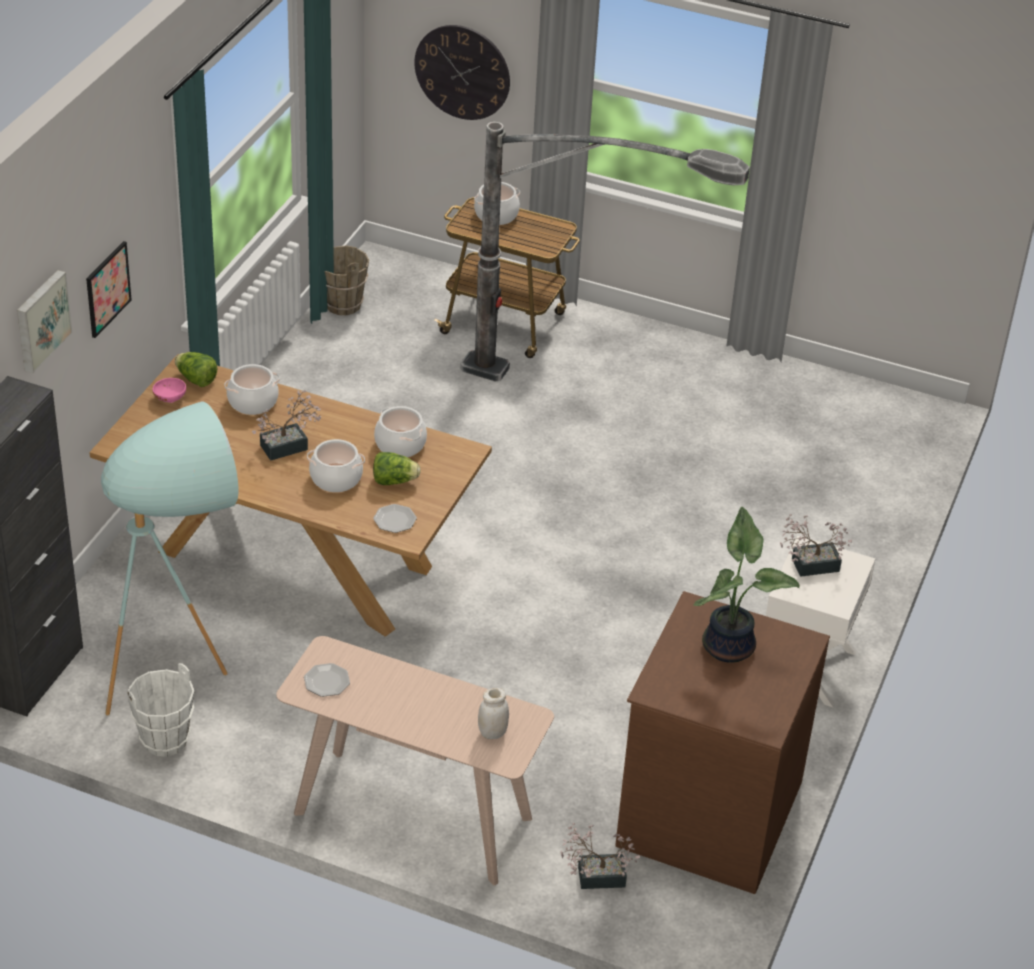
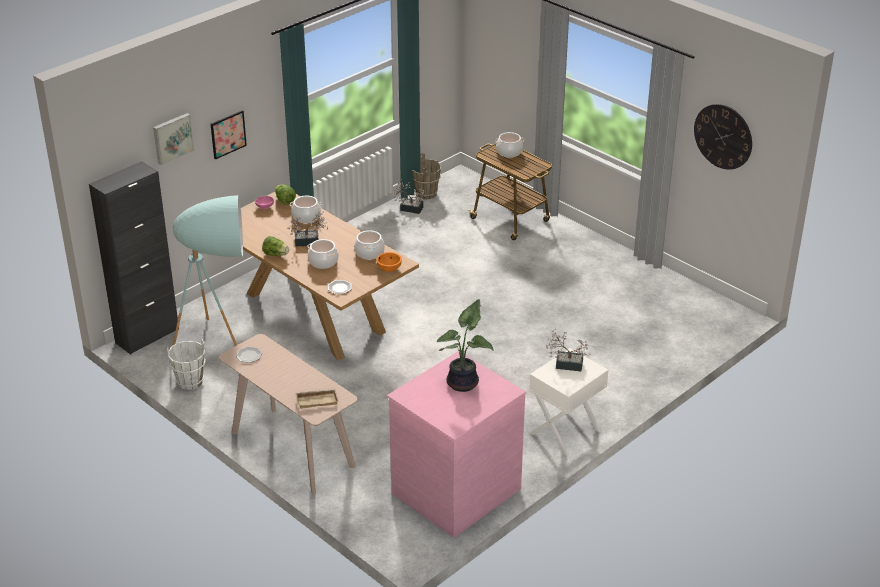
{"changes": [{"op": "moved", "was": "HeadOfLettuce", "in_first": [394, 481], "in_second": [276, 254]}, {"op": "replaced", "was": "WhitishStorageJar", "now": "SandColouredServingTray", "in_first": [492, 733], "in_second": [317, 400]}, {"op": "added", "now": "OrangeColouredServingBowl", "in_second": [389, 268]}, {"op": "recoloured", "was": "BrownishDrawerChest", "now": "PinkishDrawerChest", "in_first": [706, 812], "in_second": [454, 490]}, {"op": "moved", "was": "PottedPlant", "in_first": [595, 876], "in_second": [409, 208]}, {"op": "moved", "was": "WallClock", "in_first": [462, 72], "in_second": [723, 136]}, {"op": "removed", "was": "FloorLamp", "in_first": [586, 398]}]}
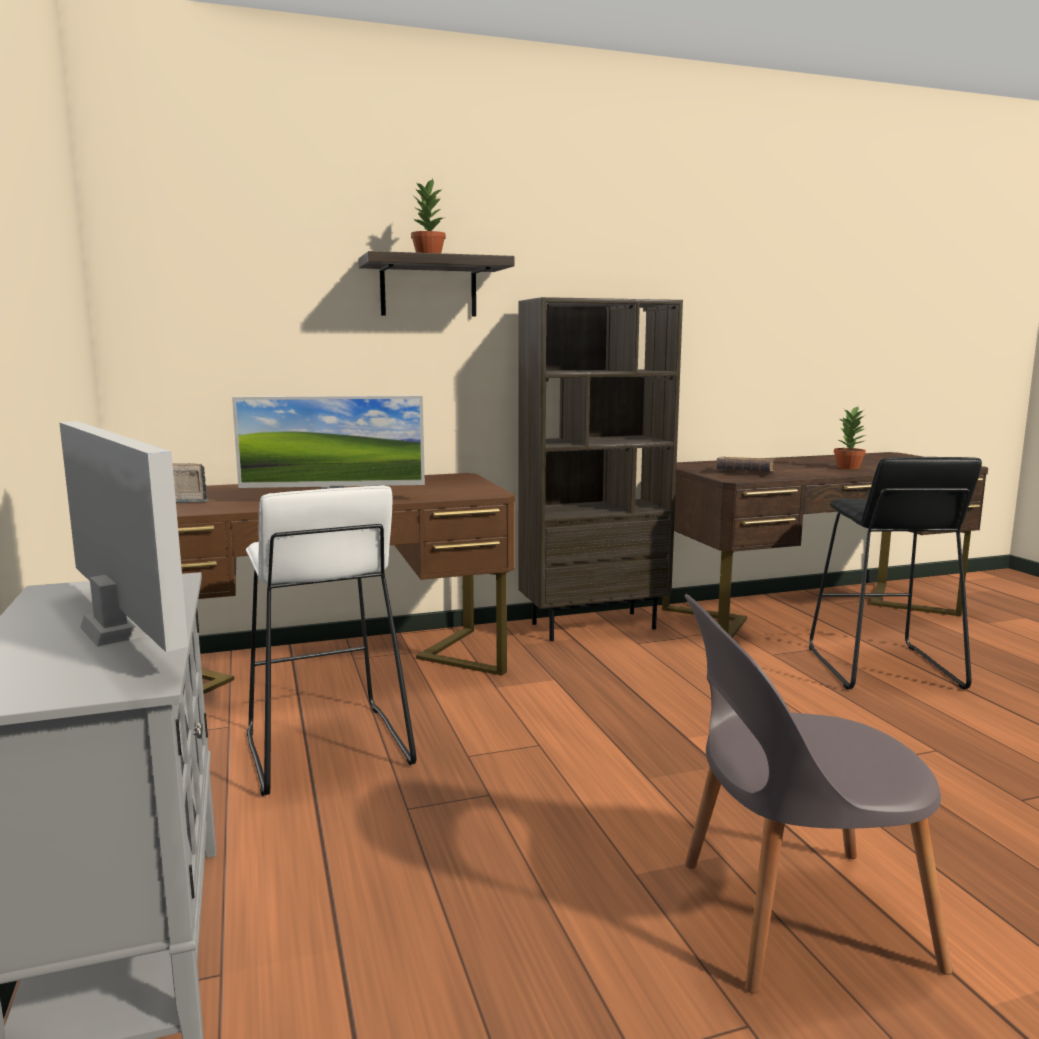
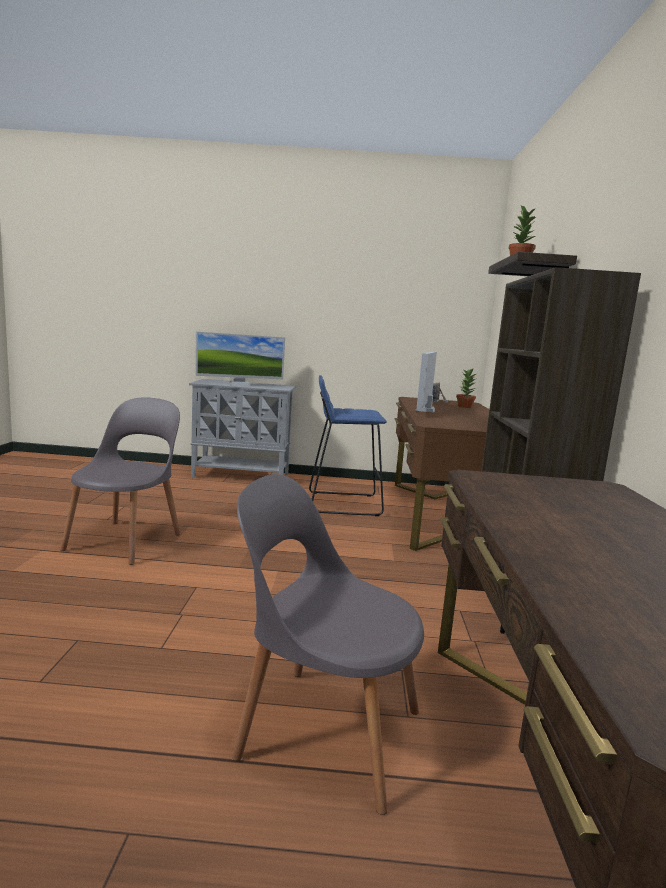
{"changes": [{"op": "replaced", "was": "BlackColouredSittingStool", "now": "GreyishPlainChair", "in_first": [881, 668], "in_second": [323, 729]}, {"op": "recoloured", "was": "WhitishSittingStool", "now": "BlueSittingStool", "in_first": [325, 749], "in_second": [343, 503]}, {"op": "moved", "was": "PottedPlant", "in_first": [849, 467], "in_second": [464, 407]}, {"op": "removed", "was": "BrownishBoundBook", "in_first": [745, 472]}]}
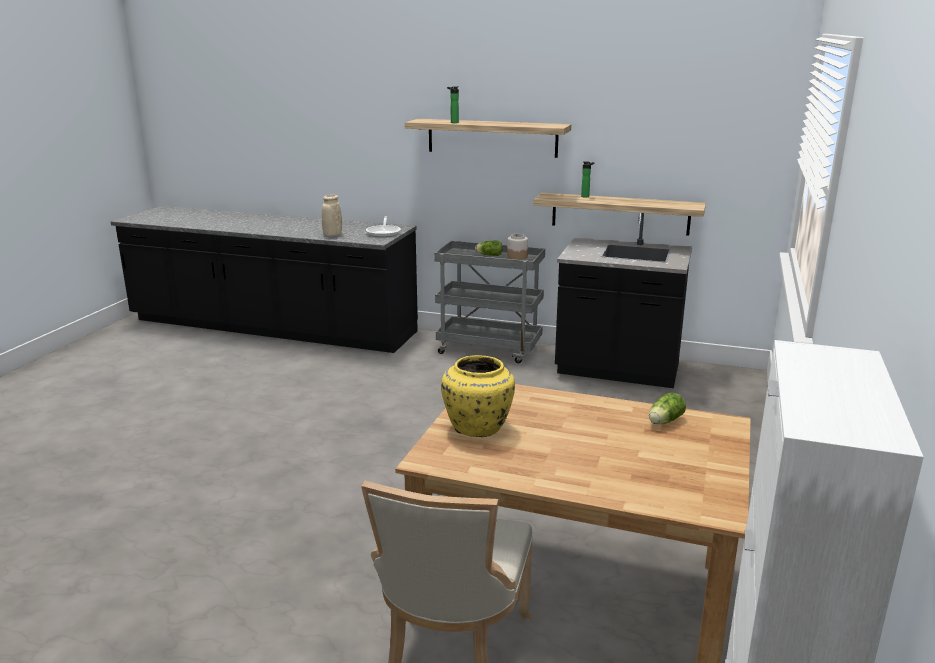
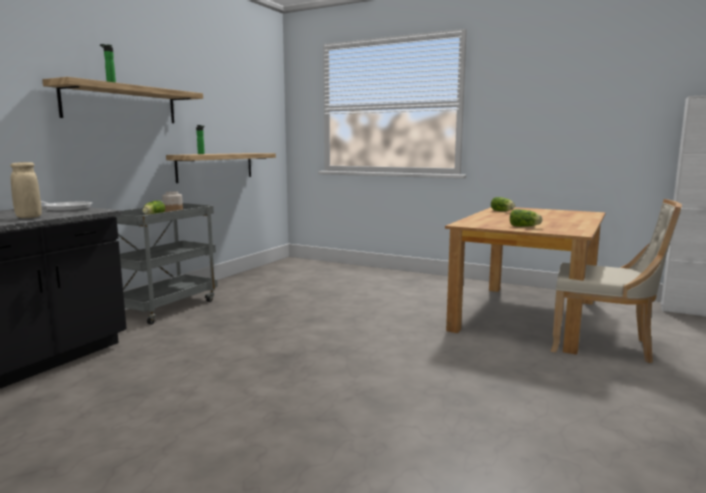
{"changes": [{"op": "replaced", "was": "YellowFlowerVase", "now": "HeadOfLettuce", "in_first": [478, 428], "in_second": [525, 226]}, {"op": "removed", "was": "BlackColouredCounter", "in_first": [617, 371]}]}
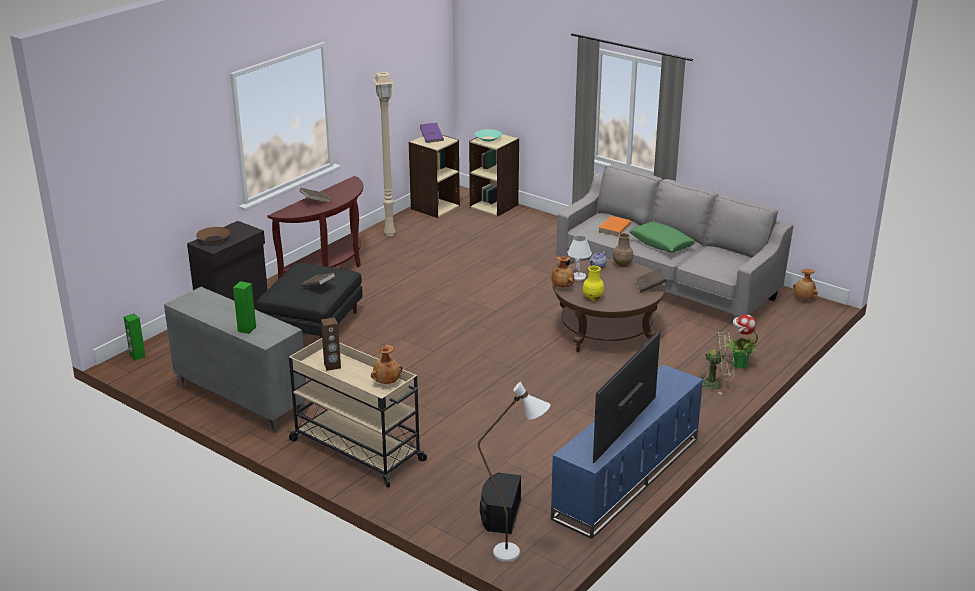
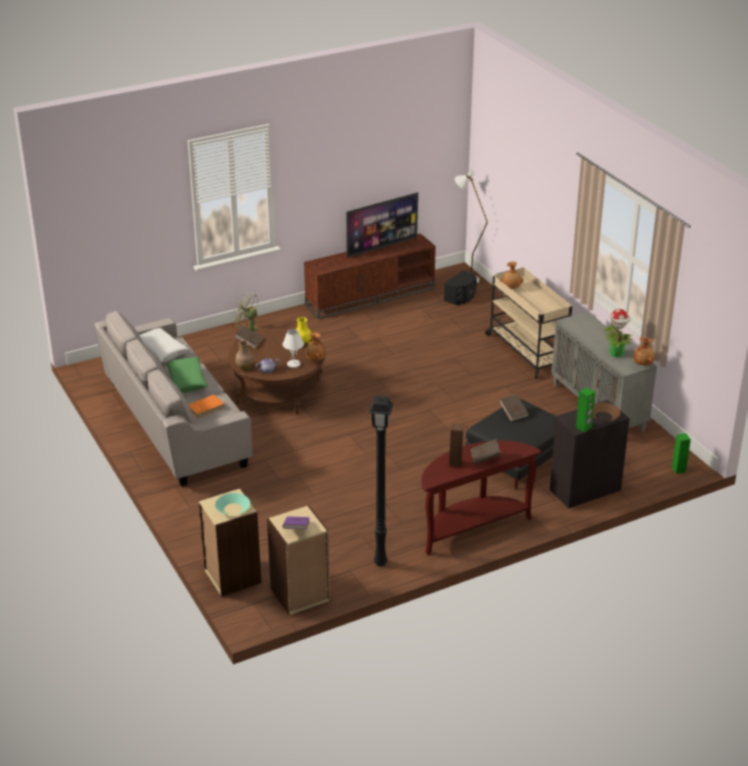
{"changes": [{"op": "added", "now": "WhitishThrowPillow", "in_second": [161, 350]}, {"op": "recoloured", "was": "BlueMediaConsole", "now": "BrownishMediaConsole", "in_first": [627, 479], "in_second": [370, 296]}, {"op": "recoloured", "was": "SandColouredFloorLamp", "now": "BlackColouredFloorLamp", "in_first": [390, 233], "in_second": [379, 563]}, {"op": "moved", "was": "BrownishLoudspeaker", "in_first": [332, 366], "in_second": [455, 463]}, {"op": "moved", "was": "GreenColouredLoudspeaker", "in_first": [246, 329], "in_second": [583, 427]}, {"op": "moved", "was": "PottedPlant", "in_first": [739, 364], "in_second": [616, 353]}, {"op": "moved", "was": "BrownishFlowerVase", "in_first": [803, 298], "in_second": [643, 364]}]}
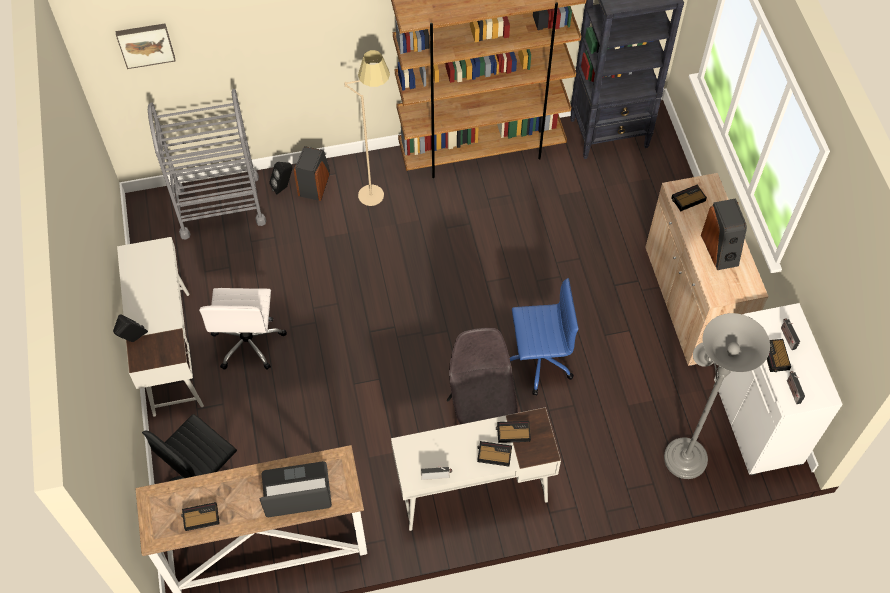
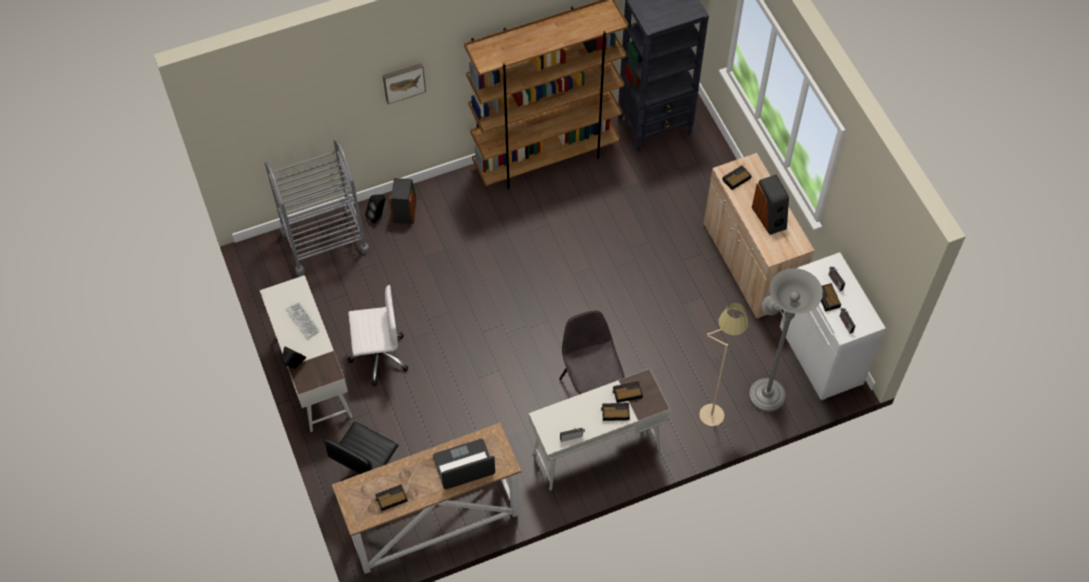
{"changes": [{"op": "added", "now": "Keyboard", "in_second": [303, 320]}, {"op": "turned", "was": "WhitishDeskChair", "in_first": [248, 342], "in_second": [378, 356], "clockwise": -90}, {"op": "moved", "was": "WallPicture", "in_first": [145, 44], "in_second": [403, 82]}, {"op": "moved", "was": "SandColouredFloorLamp", "in_first": [376, 186], "in_second": [713, 405]}, {"op": "removed", "was": "BlueDeskChair", "in_first": [537, 361]}]}
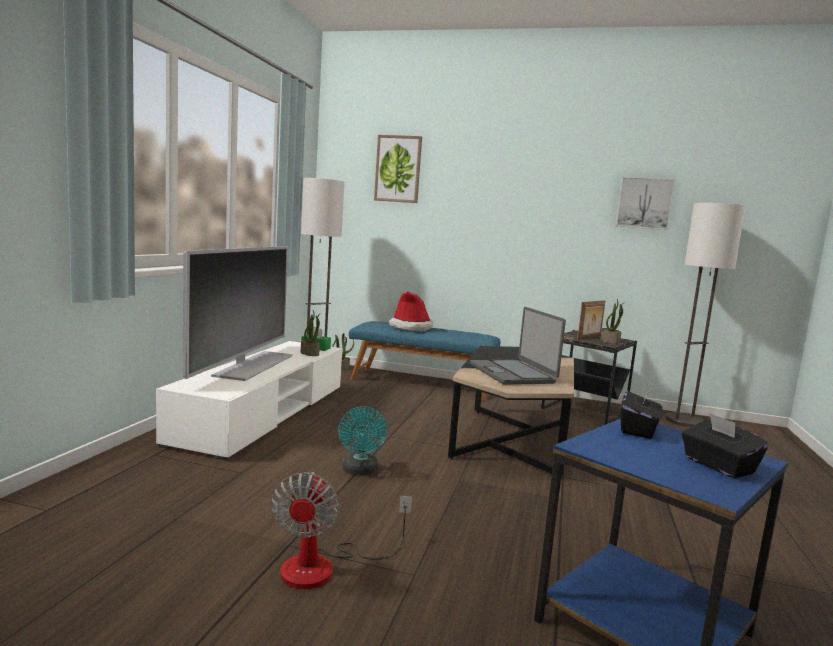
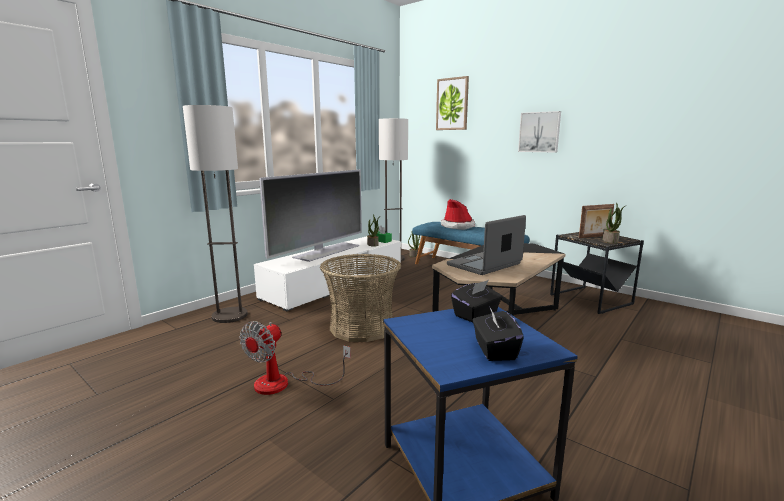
{"changes": [{"op": "moved", "was": "FloorLamp", "in_first": [684, 421], "in_second": [230, 316]}, {"op": "replaced", "was": "BlueGreenFan", "now": "HouseholdBasket", "in_first": [360, 471], "in_second": [362, 327]}, {"op": "turned", "was": "PortableComputer", "in_first": [512, 373], "in_second": [485, 265], "clockwise": 45}, {"op": "moved", "was": "WallPicture", "in_first": [644, 203], "in_second": [539, 132]}]}
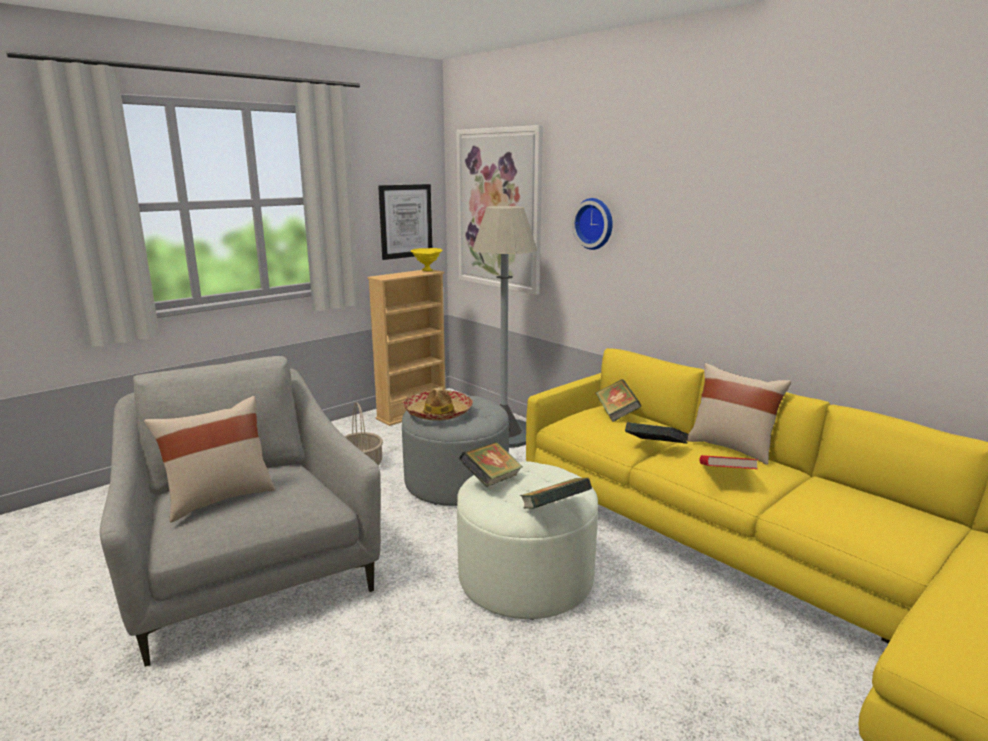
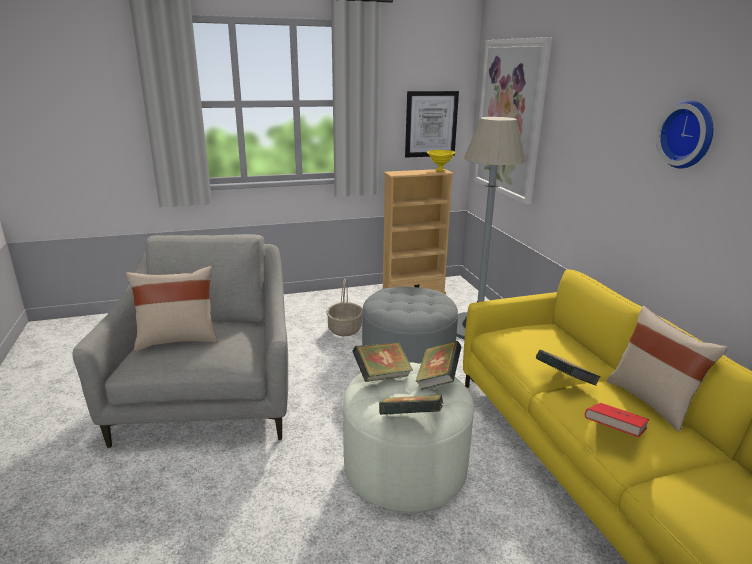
{"changes": [{"op": "moved", "was": "BoundBook", "in_first": [616, 414], "in_second": [437, 379]}, {"op": "moved", "was": "WallClock", "in_first": [595, 223], "in_second": [688, 134]}, {"op": "removed", "was": "ClothingHat", "in_first": [438, 413]}]}
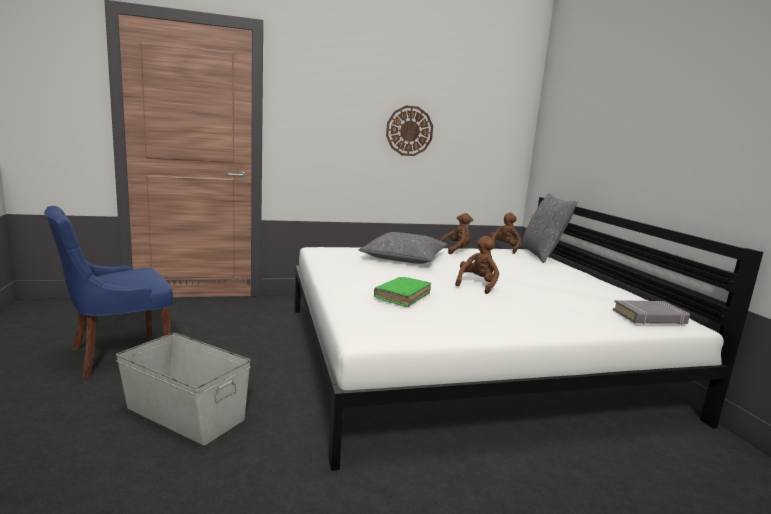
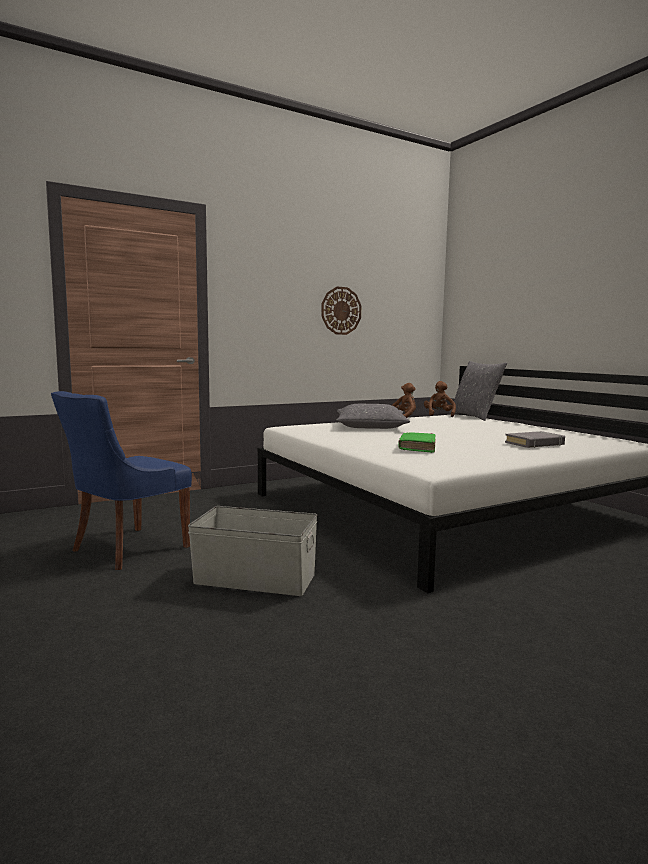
{"changes": [{"op": "moved", "was": "GreyishBoundBook", "in_first": [649, 317], "in_second": [535, 444]}, {"op": "removed", "was": "BrownishSoftToy", "in_first": [477, 285]}]}
